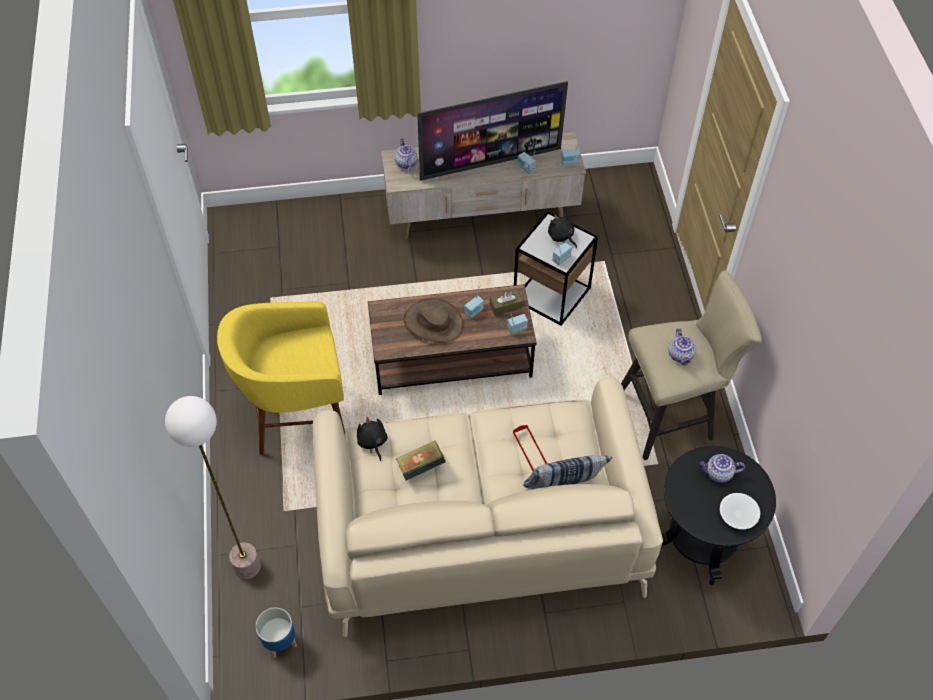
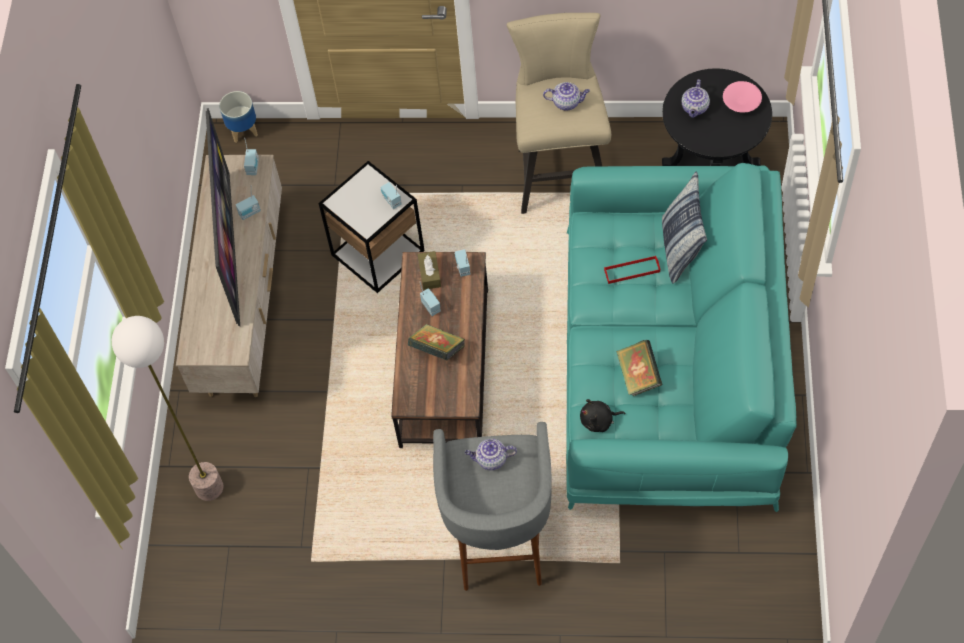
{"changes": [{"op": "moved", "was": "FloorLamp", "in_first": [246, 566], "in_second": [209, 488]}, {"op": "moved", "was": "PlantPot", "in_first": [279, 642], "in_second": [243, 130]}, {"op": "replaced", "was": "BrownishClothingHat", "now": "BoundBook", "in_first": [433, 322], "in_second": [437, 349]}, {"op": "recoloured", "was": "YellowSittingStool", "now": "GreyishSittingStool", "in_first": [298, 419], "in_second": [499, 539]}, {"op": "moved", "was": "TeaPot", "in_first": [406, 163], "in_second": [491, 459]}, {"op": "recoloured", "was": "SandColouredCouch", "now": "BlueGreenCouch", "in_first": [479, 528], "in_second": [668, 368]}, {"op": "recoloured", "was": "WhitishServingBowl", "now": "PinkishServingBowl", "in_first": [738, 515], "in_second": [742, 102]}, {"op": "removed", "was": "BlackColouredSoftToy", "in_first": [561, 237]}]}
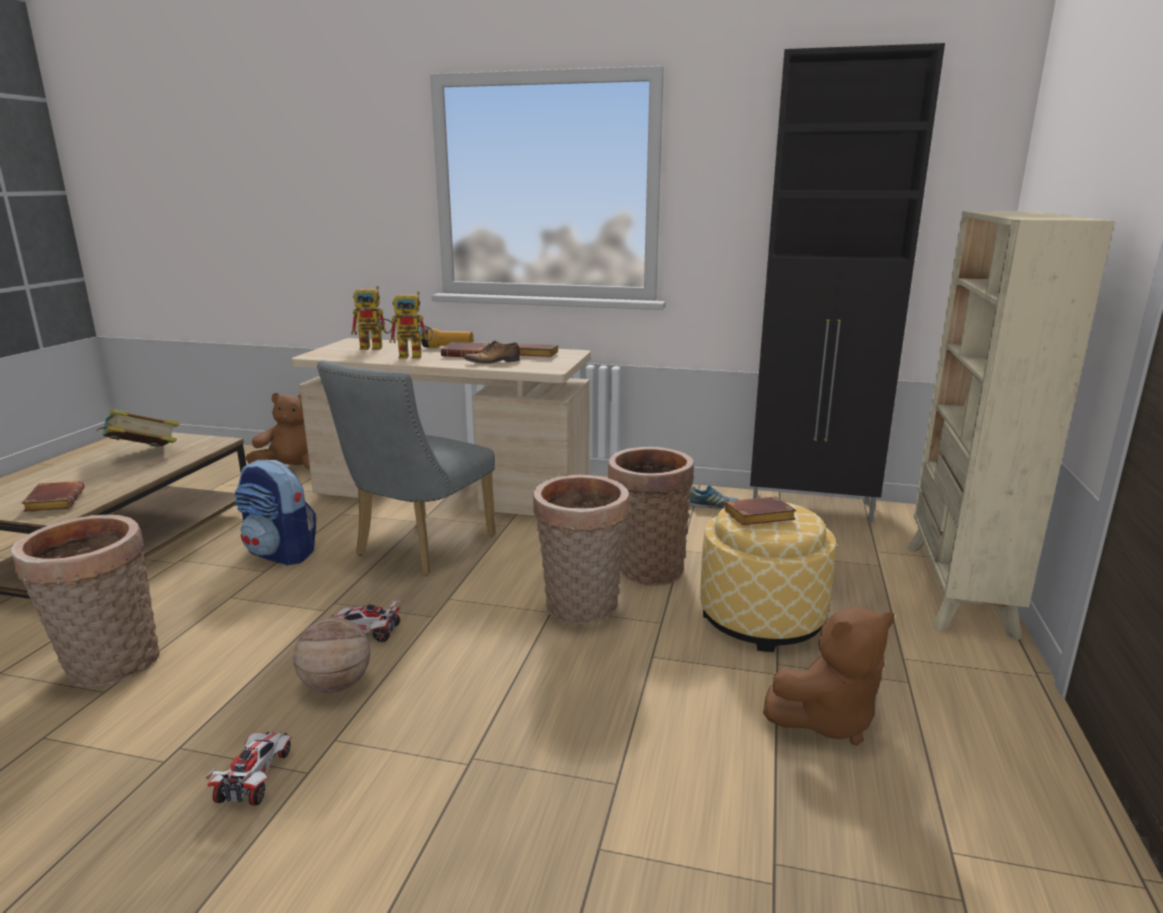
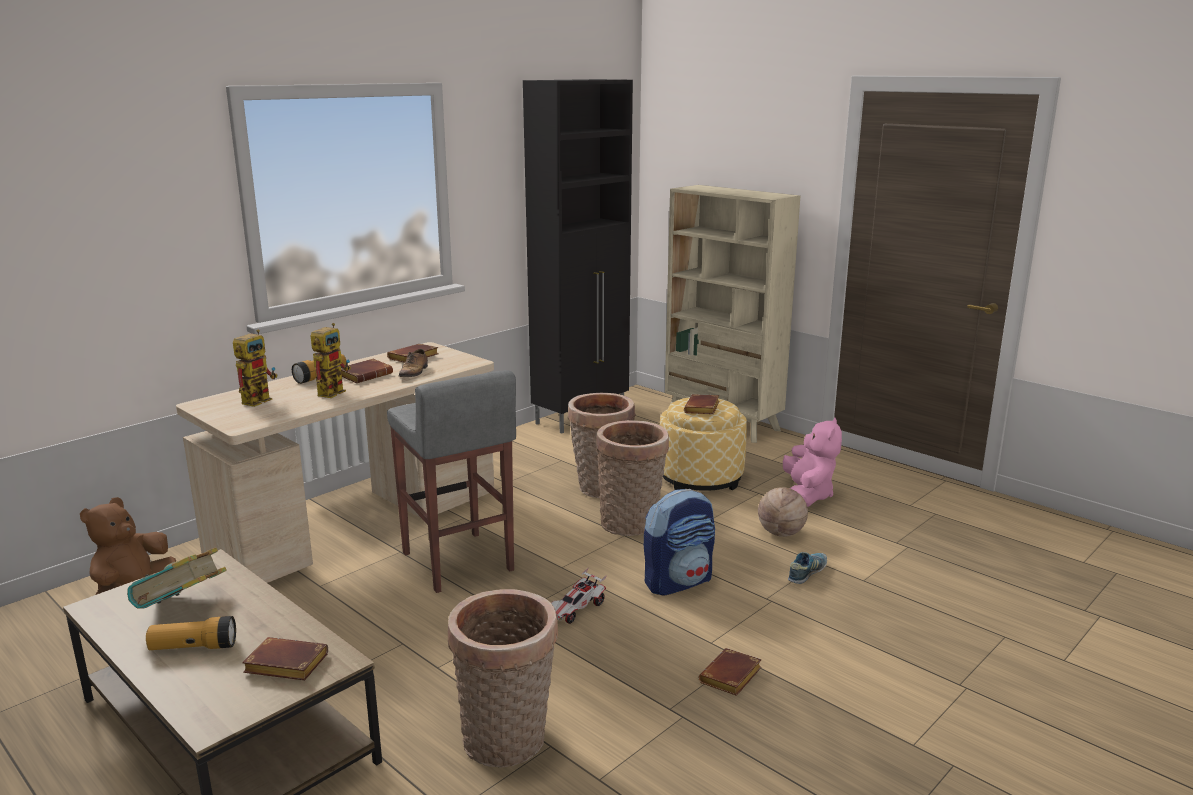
{"changes": [{"op": "added", "now": "Torch", "in_second": [194, 647]}, {"op": "replaced", "was": "GreyishPlainChair", "now": "GreyishSittingStool", "in_first": [418, 549], "in_second": [457, 562]}, {"op": "moved", "was": "Rucksack", "in_first": [281, 554], "in_second": [678, 581]}, {"op": "replaced", "was": "MiniatureCar", "now": "BrownishBoundBook", "in_first": [255, 778], "in_second": [731, 678]}, {"op": "moved", "was": "BasketballBall", "in_first": [336, 685], "in_second": [781, 533]}, {"op": "recoloured", "was": "BrownishSoftToy", "now": "PinkishSoftToy", "in_first": [827, 719], "in_second": [807, 495]}, {"op": "moved", "was": "LowShoe", "in_first": [714, 507], "in_second": [807, 573]}]}
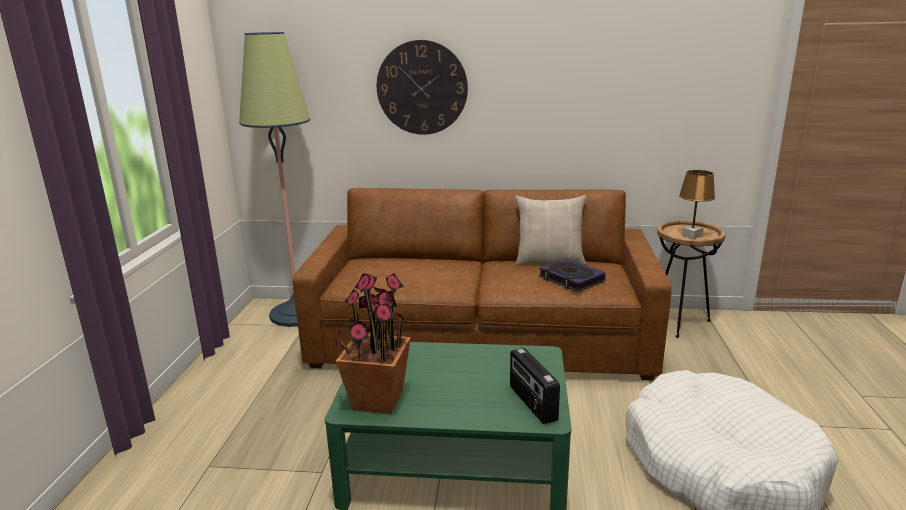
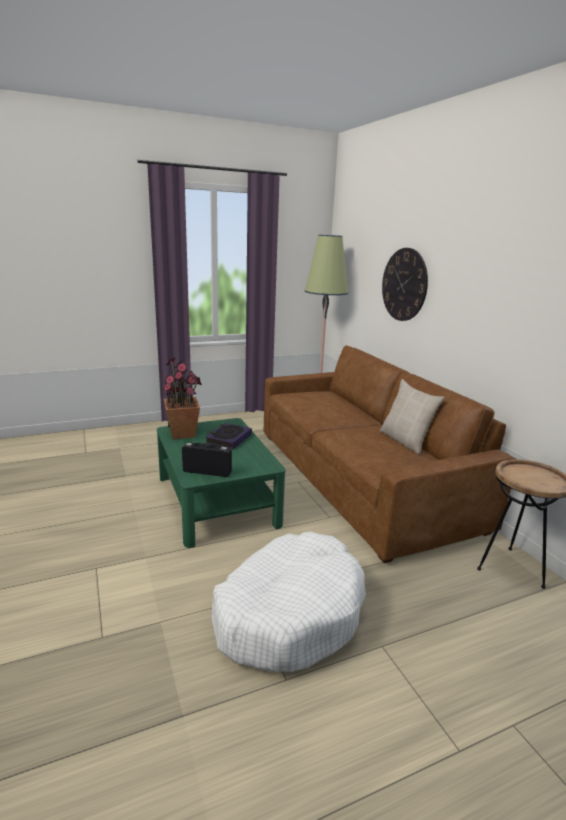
{"changes": [{"op": "turned", "was": "Radio", "in_first": [532, 403], "in_second": [207, 472], "clockwise": 60}, {"op": "moved", "was": "BoundBook", "in_first": [571, 279], "in_second": [228, 439]}, {"op": "removed", "was": "BrownishLampForATable", "in_first": [692, 236]}]}
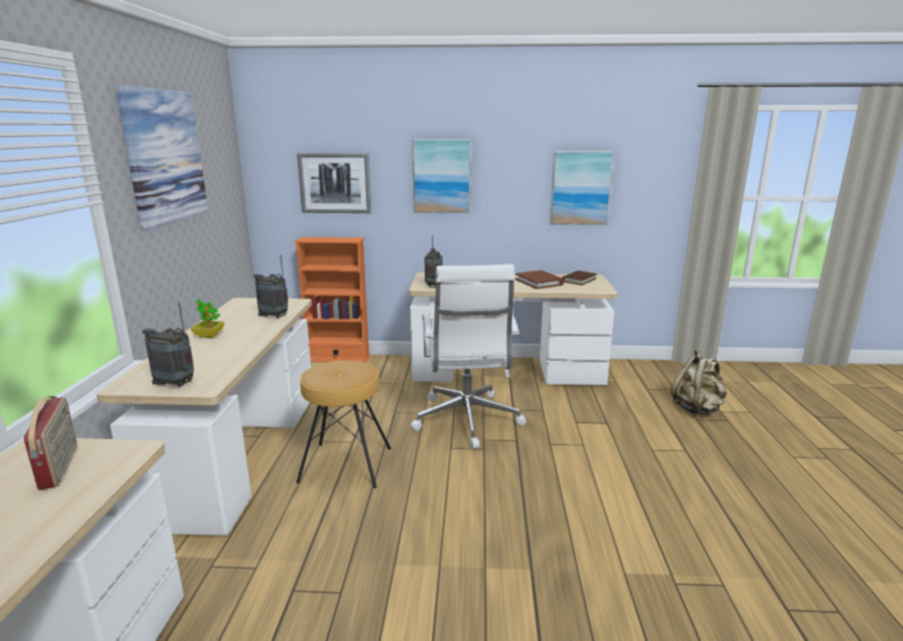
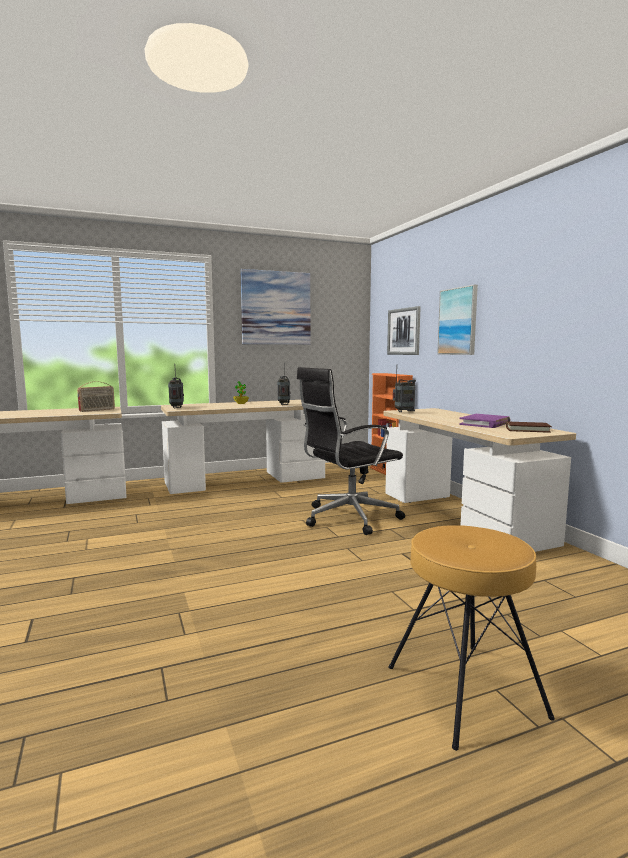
{"changes": [{"op": "recoloured", "was": "WhitishDeskChair", "now": "BlackColouredDeskChair", "in_first": [466, 421], "in_second": [348, 518]}, {"op": "moved", "was": "BrownishSittingStool", "in_first": [345, 465], "in_second": [464, 691]}, {"op": "recoloured", "was": "BrownishBoundBook", "now": "PurpleColouredBoundBook", "in_first": [539, 282], "in_second": [485, 424]}, {"op": "removed", "was": "WallPicture", "in_first": [580, 188]}, {"op": "removed", "was": "SandColouredRucksack", "in_first": [697, 409]}]}
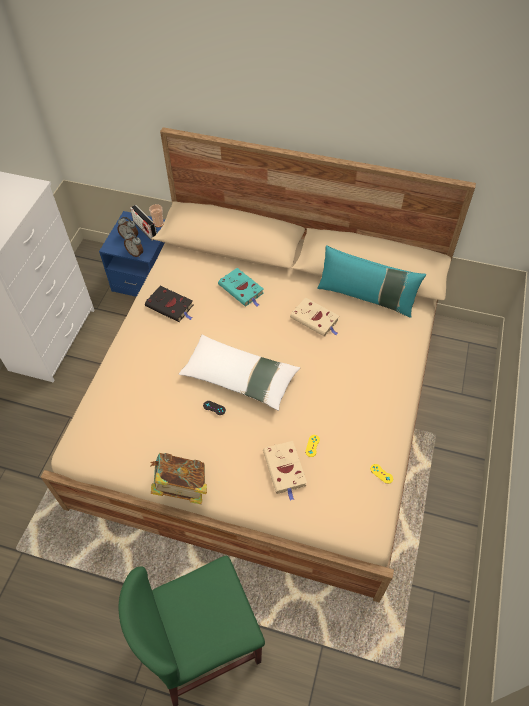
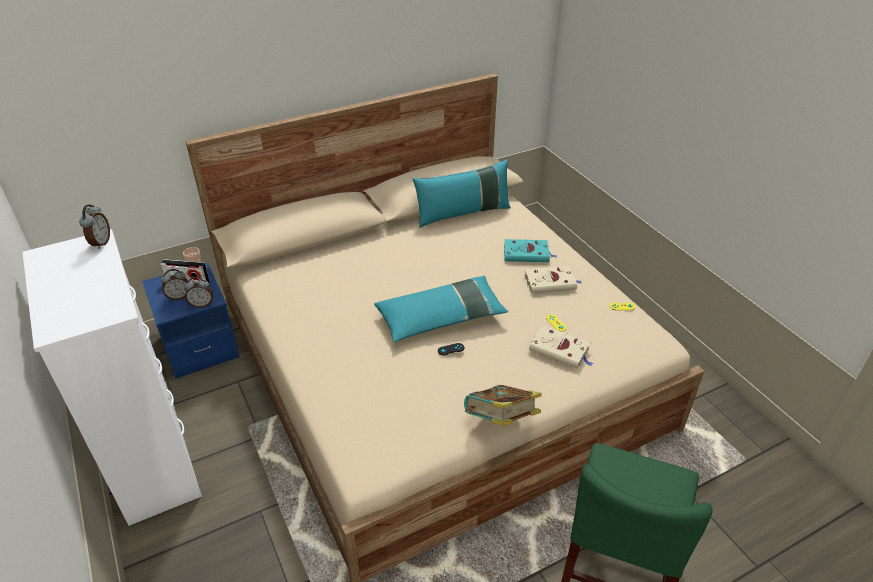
{"changes": [{"op": "added", "now": "BedsideClock", "in_second": [100, 243]}, {"op": "recoloured", "was": "WhitishThrowPillow", "now": "BlueGreenThrowPillow", "in_first": [239, 377], "in_second": [441, 317]}, {"op": "moved", "was": "BlueGreenBoundBook", "in_first": [242, 290], "in_second": [527, 254]}, {"op": "moved", "was": "SandColouredBoundBook", "in_first": [315, 320], "in_second": [551, 282]}, {"op": "removed", "was": "BlackColouredBoundBook", "in_first": [171, 306]}]}
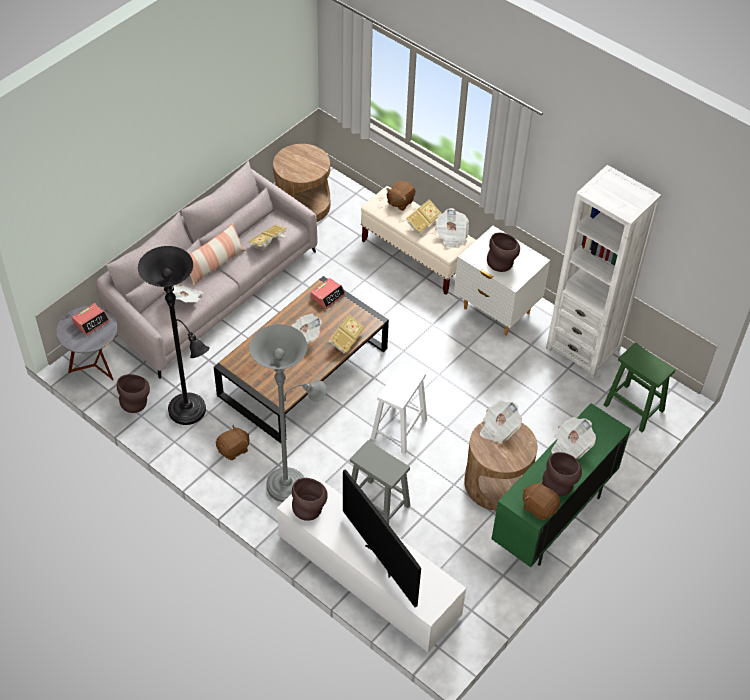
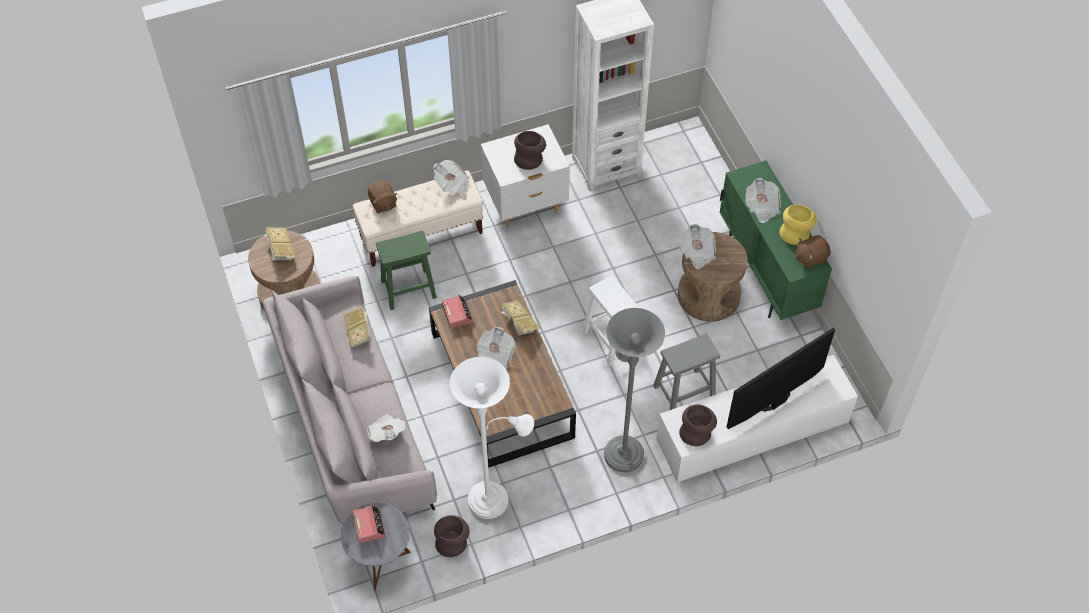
{"changes": [{"op": "moved", "was": "BoundBook", "in_first": [422, 223], "in_second": [281, 249]}, {"op": "moved", "was": "GreenColouredSittingStool", "in_first": [632, 407], "in_second": [407, 289]}, {"op": "recoloured", "was": "BlackColouredFloorLamp", "now": "WhitishFloorLamp", "in_first": [190, 413], "in_second": [493, 499]}, {"op": "turned", "was": "Tv", "in_first": [381, 559], "in_second": [776, 402], "clockwise": 150}, {"op": "recoloured", "was": "BrownishFlowerVase", "now": "YellowFlowerVase", "in_first": [560, 483], "in_second": [795, 232]}, {"op": "removed", "was": "ThrowPillow", "in_first": [214, 264]}, {"op": "removed", "was": "BrownishSoftToy", "in_first": [234, 449]}]}
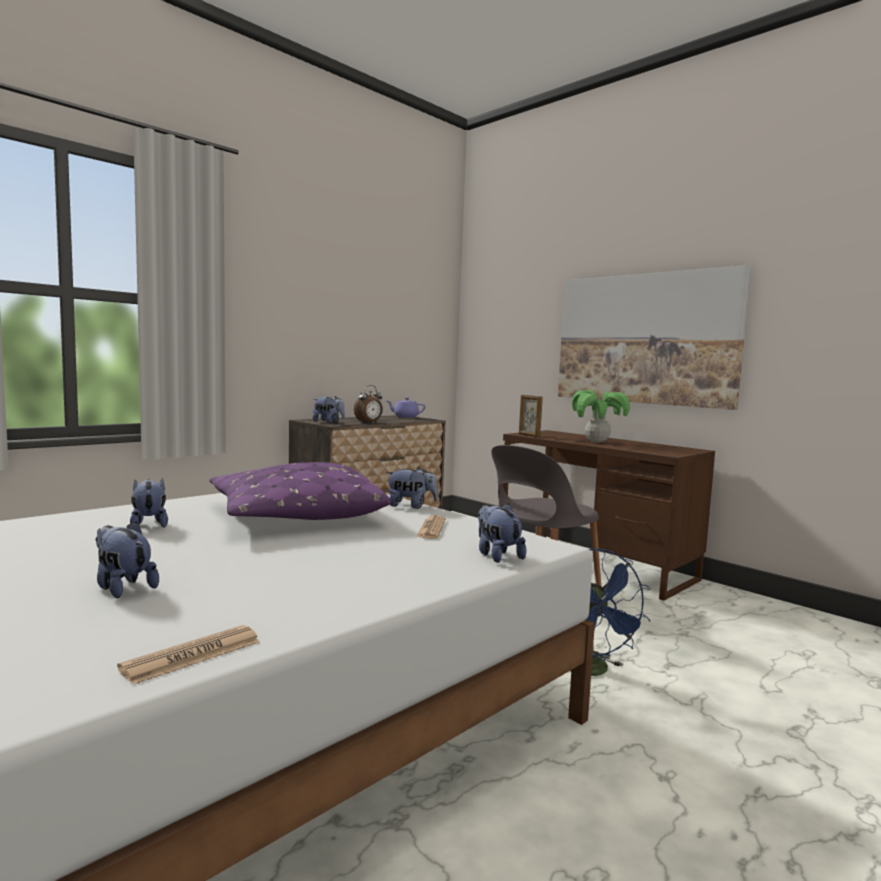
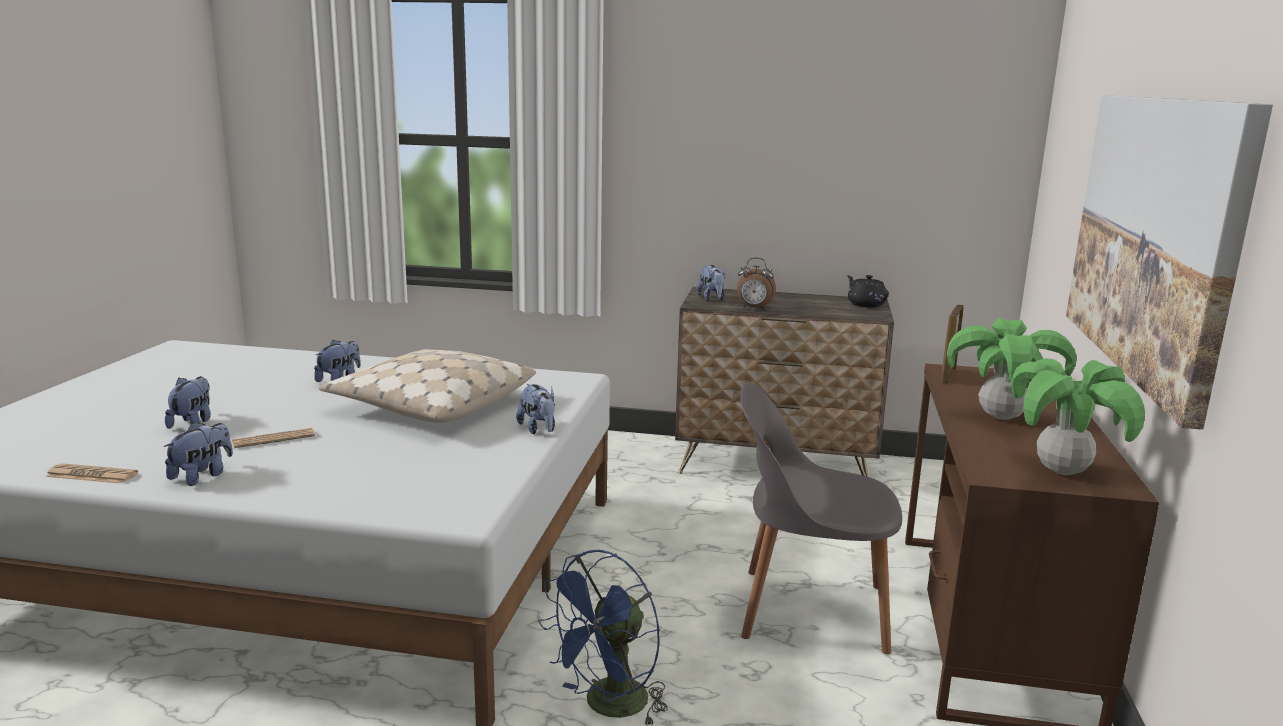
{"changes": [{"op": "moved", "was": "SoftToy", "in_first": [497, 555], "in_second": [202, 476]}, {"op": "moved", "was": "Newspaper", "in_first": [431, 528], "in_second": [273, 439]}, {"op": "recoloured", "was": "PurpleColouredThrowPillow", "now": "SandColouredThrowPillow", "in_first": [294, 515], "in_second": [431, 405]}, {"op": "recoloured", "was": "PurpleColouredTeaPot", "now": "BlackColouredTeaPot", "in_first": [405, 417], "in_second": [865, 304]}, {"op": "added", "now": "PottedPlant", "in_second": [1062, 471]}]}
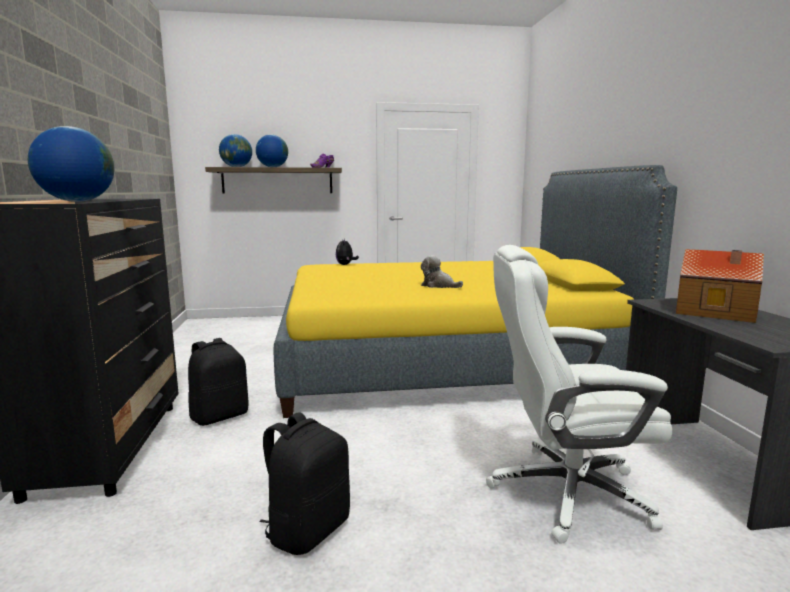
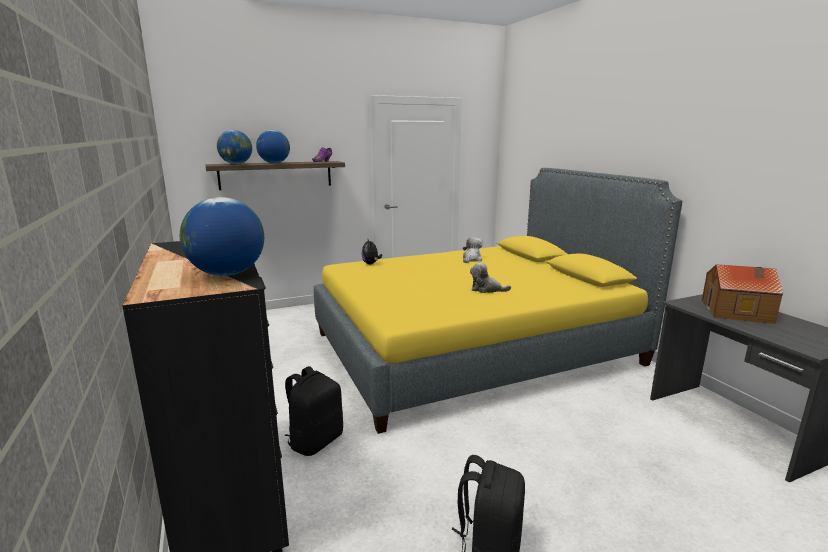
{"changes": [{"op": "added", "now": "SoftToy", "in_second": [471, 259]}, {"op": "removed", "was": "WhitishDeskChair", "in_first": [565, 492]}]}
